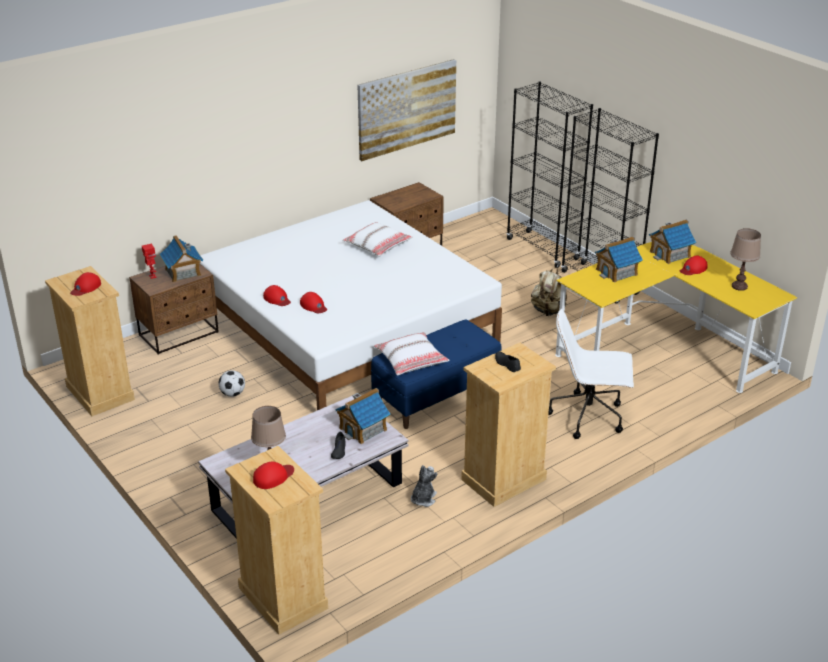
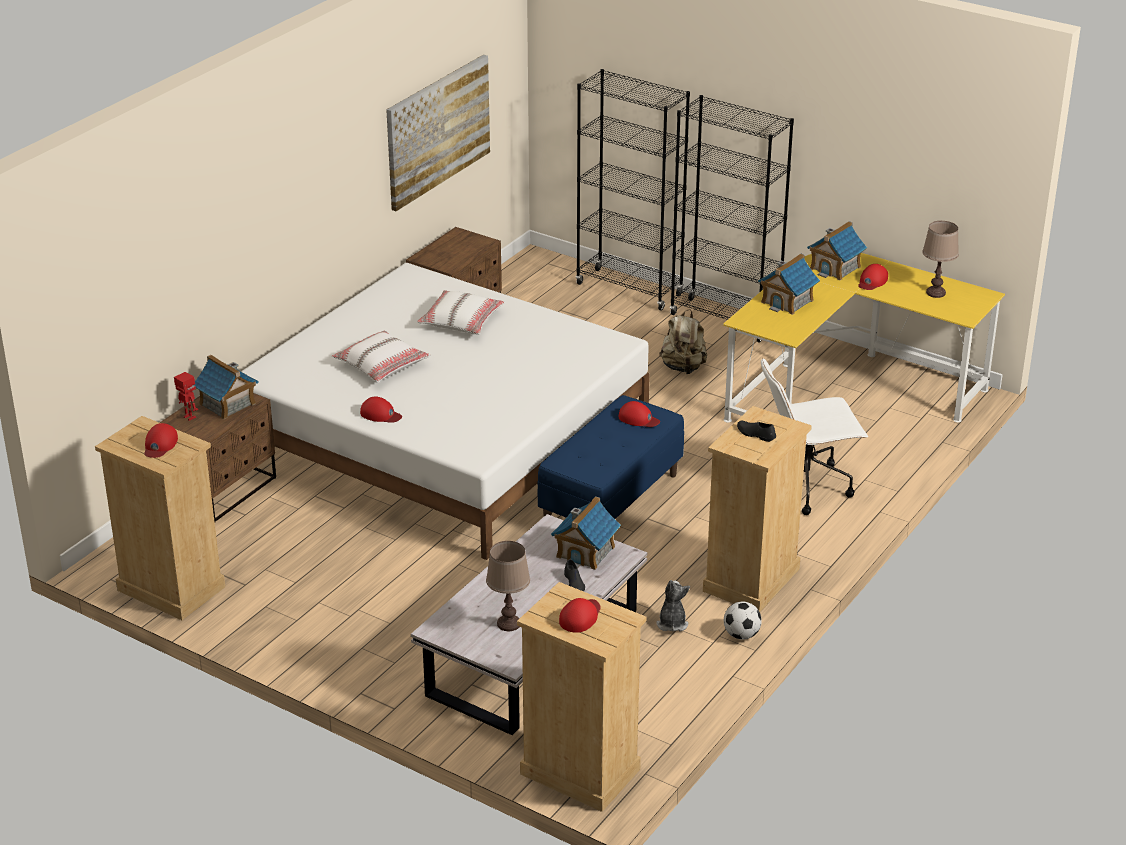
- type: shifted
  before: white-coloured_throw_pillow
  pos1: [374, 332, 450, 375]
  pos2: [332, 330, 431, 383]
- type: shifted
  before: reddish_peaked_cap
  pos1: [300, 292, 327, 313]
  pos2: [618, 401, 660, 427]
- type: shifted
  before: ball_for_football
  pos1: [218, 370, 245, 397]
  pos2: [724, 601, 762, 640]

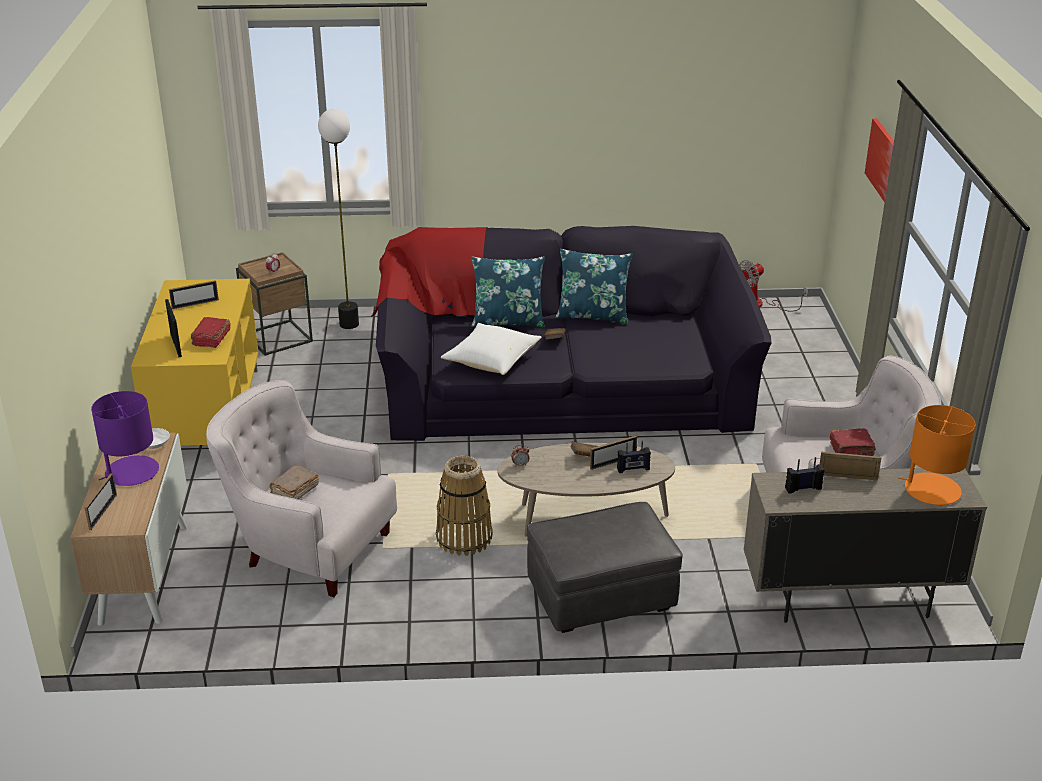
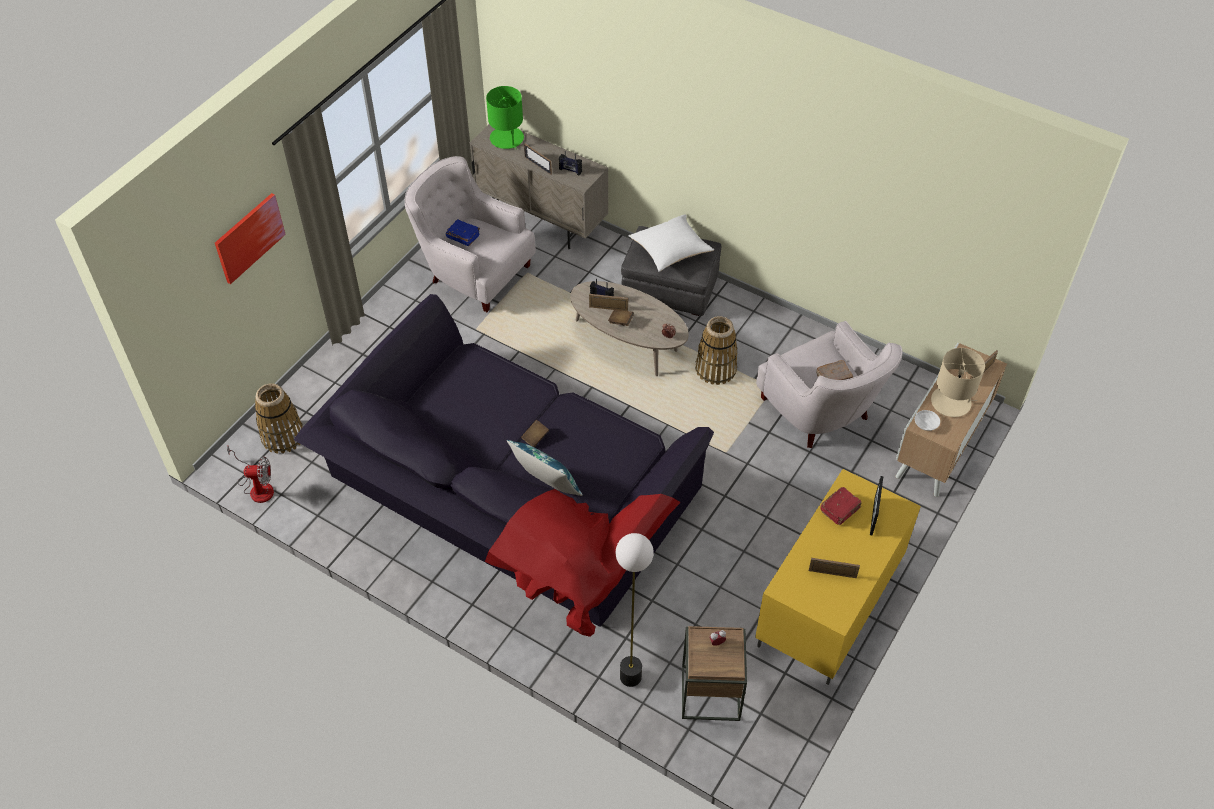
- type: new
  after: basket
  pos2: [255, 384, 303, 454]
- type: repainted
  before: reddish_book
  after: blue_book
  pos1: [830, 428, 875, 456]
  pos2: [446, 219, 480, 246]
- type: repainted
  before: orange-coloured_tabletop_lamp
  after: greenish_tabletop_lamp
  pos1: [898, 405, 975, 506]
  pos2: [486, 86, 524, 149]
- type: shifted
  before: white-coloured_throw_pillow
  pos1: [441, 323, 542, 375]
  pos2: [629, 215, 714, 272]
- type: repainted
  before: purplish_tabletop_lamp
  after: beige-coloured_tabletop_lamp
  pos1: [91, 391, 159, 486]
  pos2: [931, 348, 985, 417]
- type: gone
  before: blue_throw_pillow
  pos1: [556, 249, 633, 324]

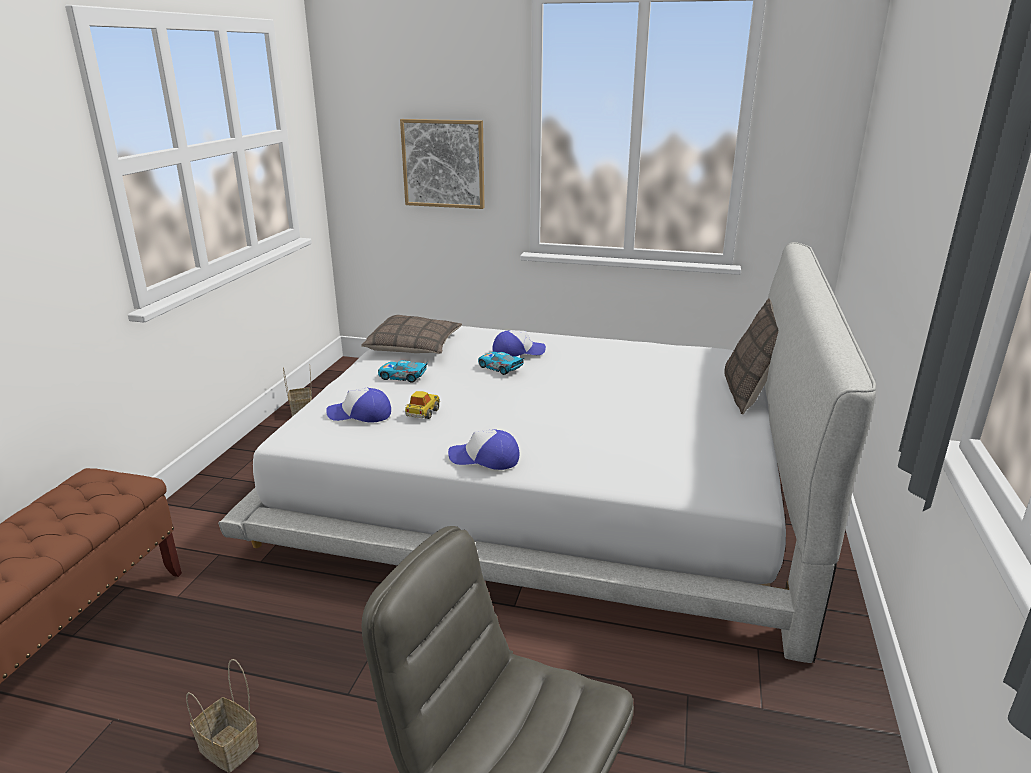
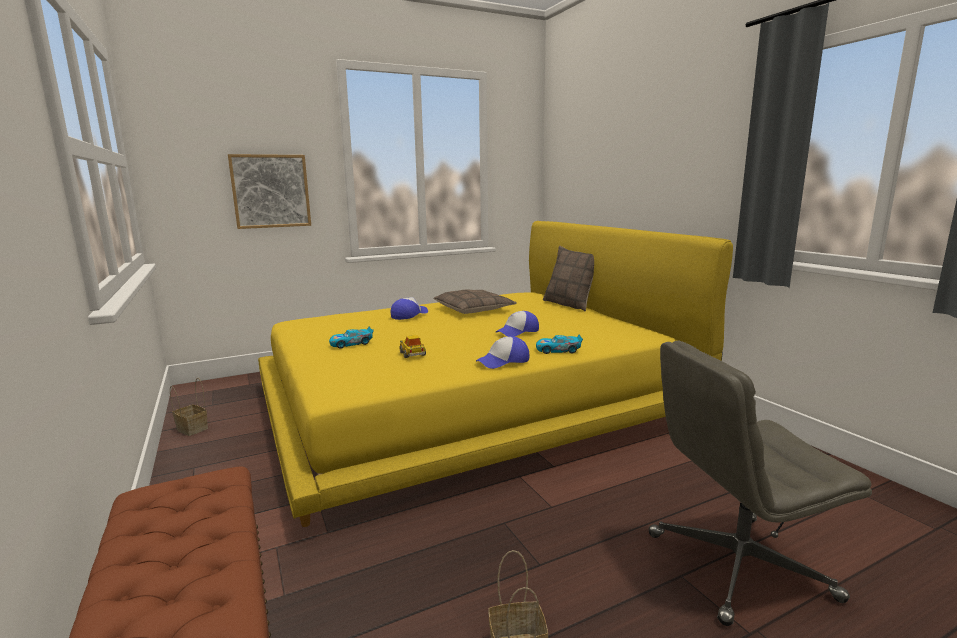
- type: repainted
  before: white-coloured_bedroom_bed
  after: yellowish_bedroom_bed
  pos1: [218, 242, 876, 663]
  pos2: [258, 221, 733, 527]
- type: shifted
  before: throw_pillow
  pos1: [361, 315, 462, 354]
  pos2: [434, 290, 517, 314]
- type: shifted
  before: peaked_cap
  pos1: [326, 388, 391, 422]
  pos2: [496, 311, 539, 337]
- type: shifted
  before: model_car
  pos1: [478, 352, 524, 375]
  pos2: [536, 334, 583, 354]

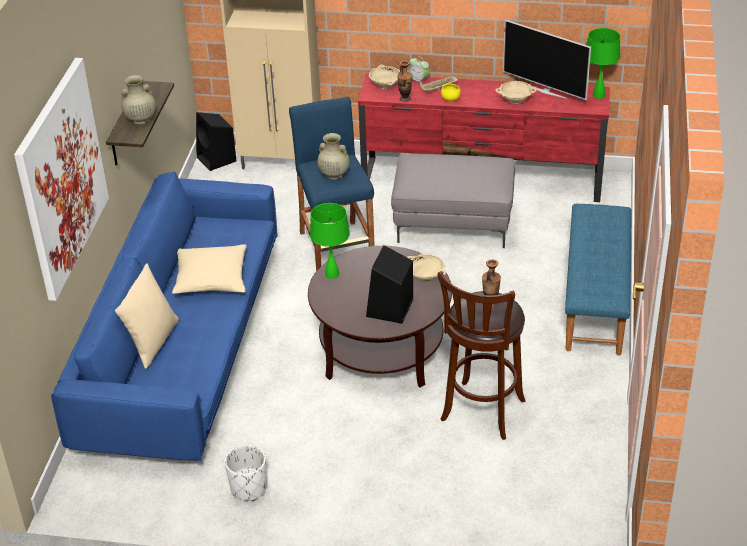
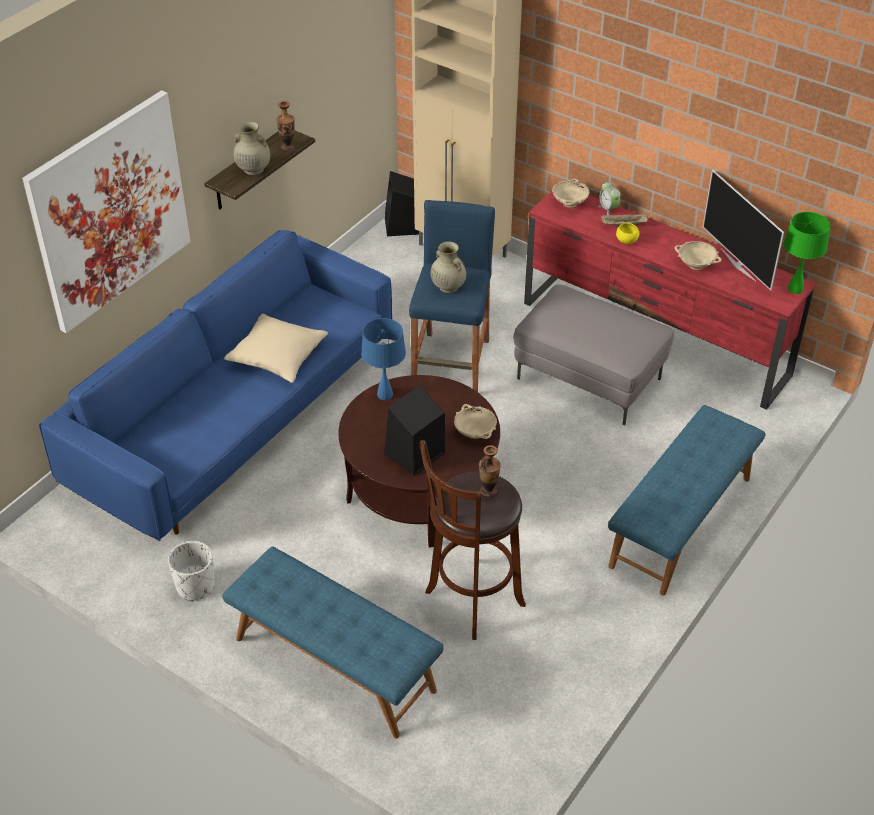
- type: new
  after: blue_long_seat
  pos2: [222, 546, 444, 738]
- type: shifted
  before: flower_vase
  pos1: [397, 61, 413, 102]
  pos2: [276, 101, 295, 150]
- type: repainted
  before: greenish_tabletop_lamp
  after: blue_tabletop_lamp
  pos1: [310, 203, 350, 279]
  pos2: [361, 318, 406, 400]
- type: gone
  before: beige-coloured_throw_pillow
  pos1: [115, 263, 179, 369]

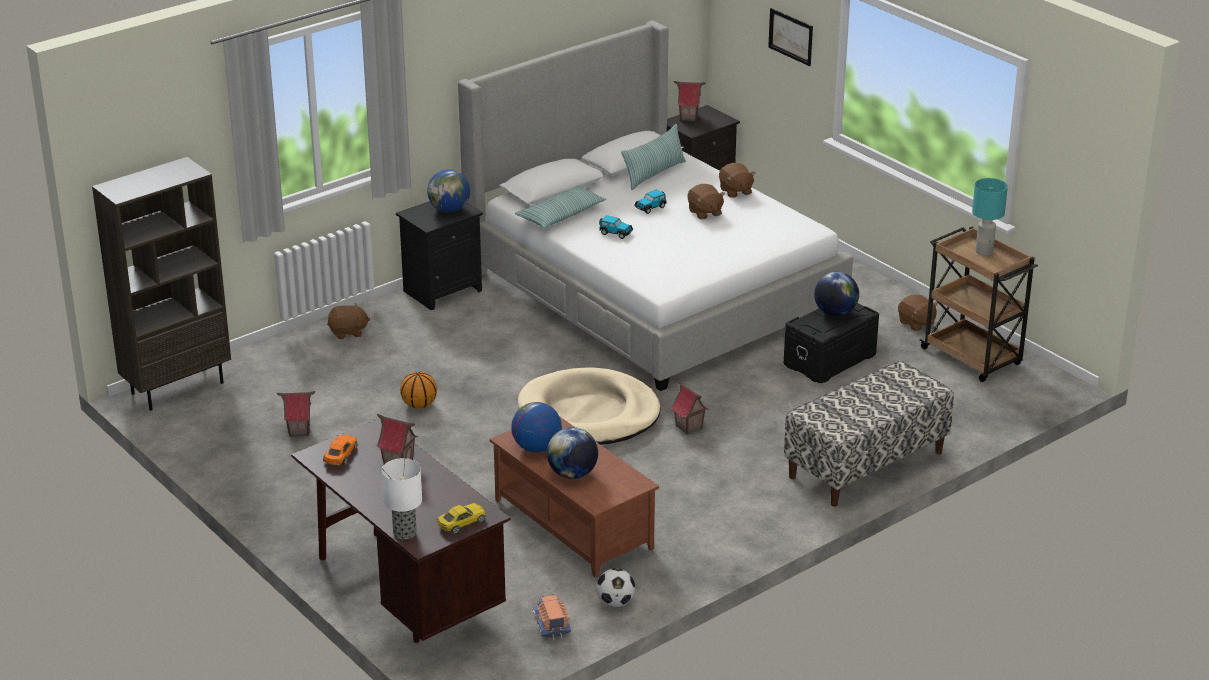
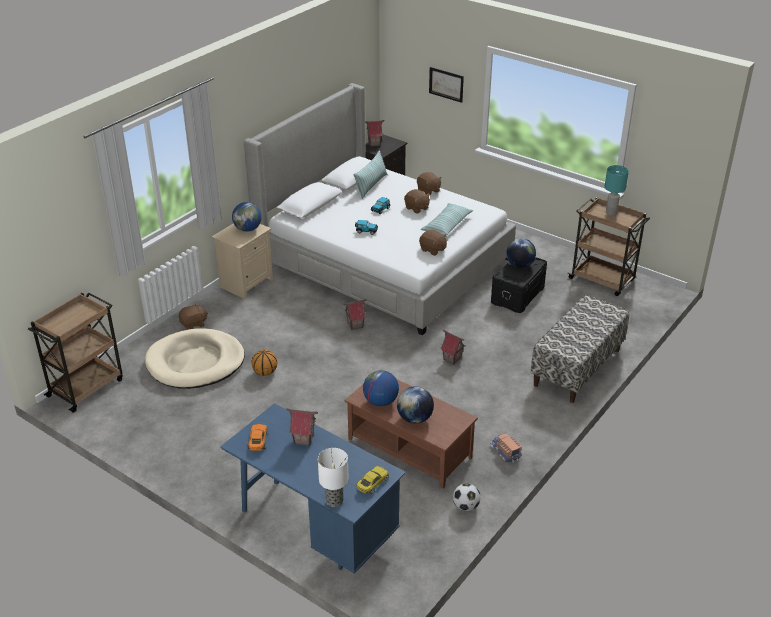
- type: swapped
  before: brown_bookshelf
  after: brown_trolley
  pos1: [92, 157, 231, 411]
  pos2: [28, 293, 123, 413]
- type: shifted
  before: beige-coloured_pet_bed
  pos1: [518, 367, 661, 445]
  pos2: [145, 328, 245, 389]
- type: repainted
  before: black_nightstand
  after: beige-coloured_nightstand
  pos1: [396, 201, 483, 310]
  pos2: [212, 223, 273, 299]
- type: repainted
  before: brown_desk_table
  after: blue_desk_table
  pos1: [291, 418, 511, 643]
  pos2: [220, 403, 406, 574]
- type: shifted
  before: toy_house
  pos1: [277, 391, 315, 437]
  pos2: [343, 299, 367, 330]
- type: shifted
  before: brown_soft_toy
  pos1: [898, 295, 938, 331]
  pos2: [419, 230, 447, 256]
- type: shifted
  before: throw_pillow
  pos1: [515, 185, 607, 228]
  pos2: [421, 203, 473, 237]
- type: shifted
  before: toy_truck
  pos1: [532, 594, 571, 640]
  pos2: [489, 433, 522, 463]

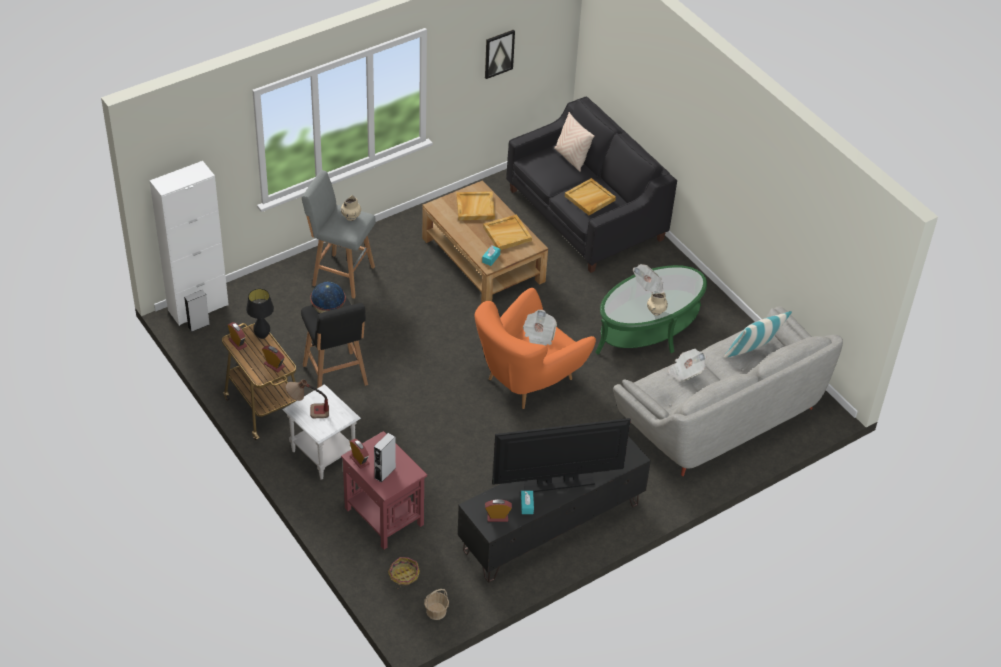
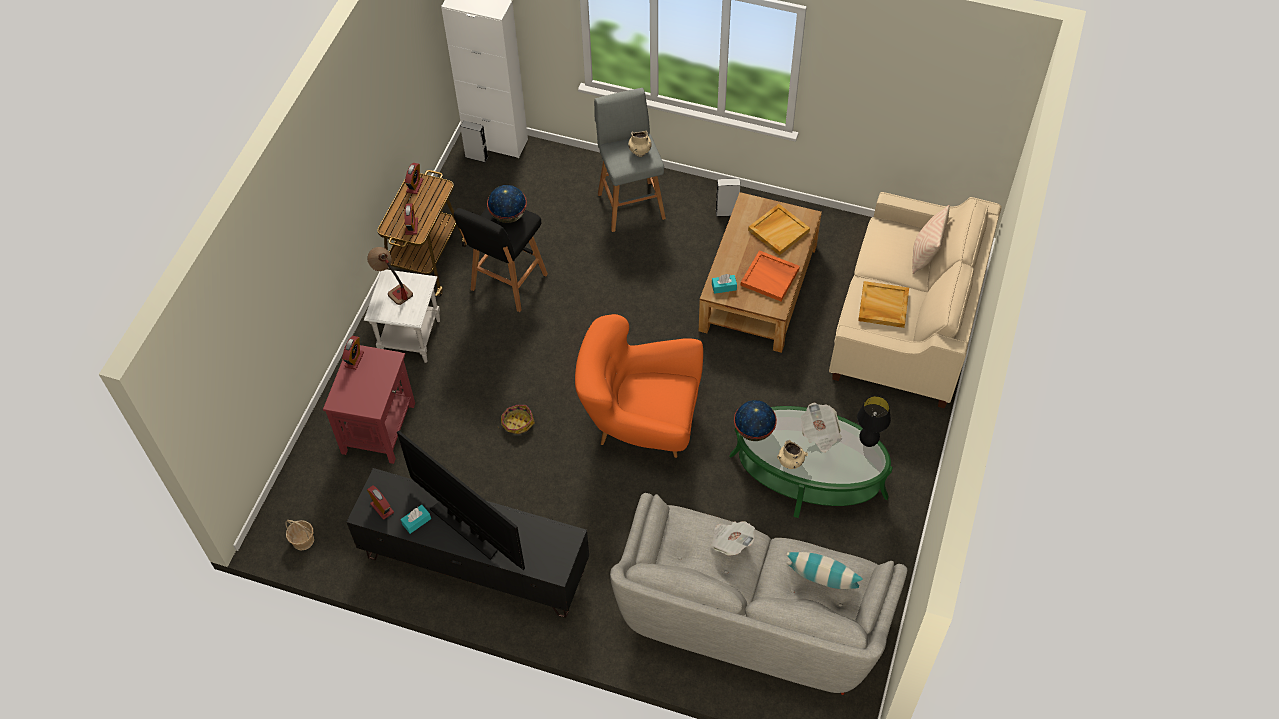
- type: shifted
  before: basket
  pos1: [388, 557, 420, 589]
  pos2: [498, 405, 535, 434]
- type: shifted
  before: grey_speaker
  pos1: [374, 433, 396, 483]
  pos2: [716, 178, 740, 217]
- type: new
  after: globe
  pos2: [734, 400, 777, 441]
- type: repainted
  before: beige-coloured_carrying_tray
  after: orange-coloured_carrying_tray
  pos1: [483, 214, 532, 250]
  pos2: [740, 250, 800, 301]
- type: repainted
  before: black_settee
  after: beige-coloured_settee
  pos1: [506, 97, 677, 273]
  pos2: [829, 192, 1002, 408]
- type: shifted
  before: black_tabletop_lamp
  pos1: [246, 289, 274, 339]
  pos2: [857, 396, 891, 447]
- type: gone
  before: wall_art
  pos1: [485, 30, 515, 79]
- type: gone
  before: daily_paper
  pos1: [523, 310, 557, 346]

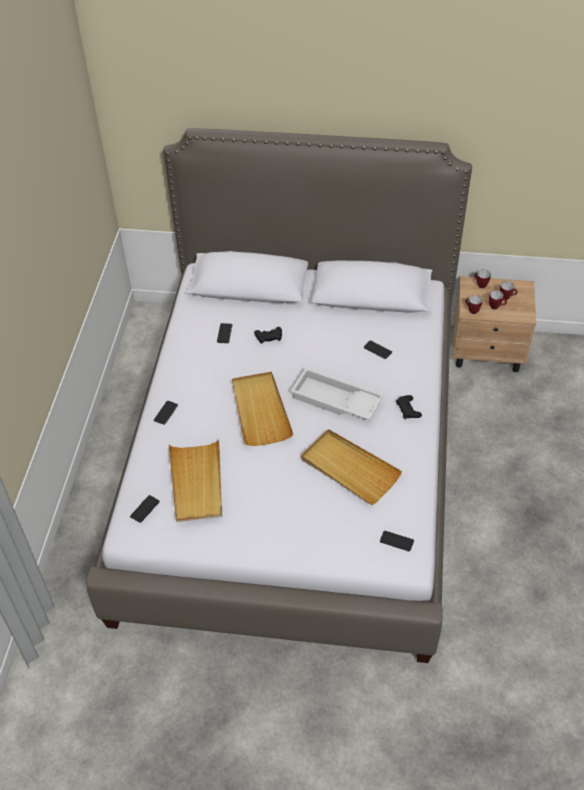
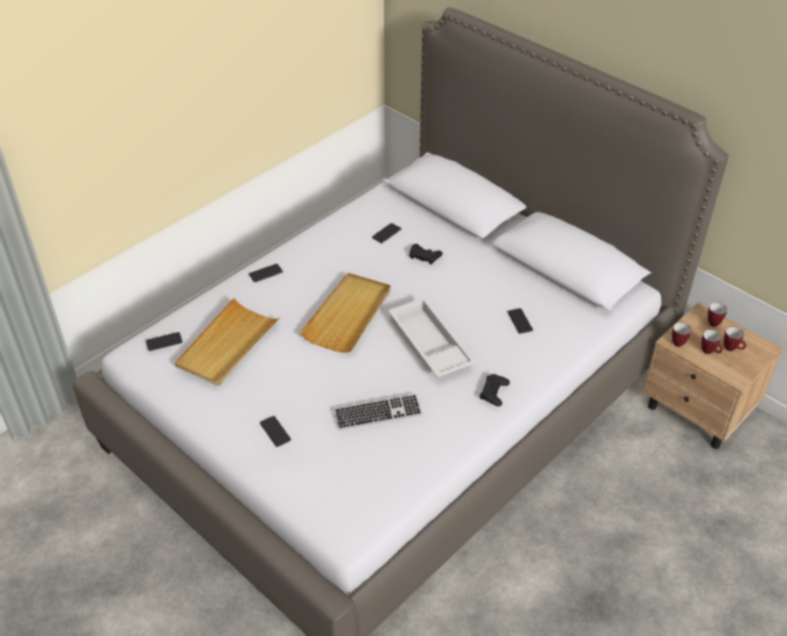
- type: shifted
  before: phone
  pos1: [380, 531, 414, 551]
  pos2: [260, 416, 291, 447]
- type: swapped
  before: beige-coloured_carrying_tray
  after: computer_keyboard
  pos1: [301, 429, 402, 505]
  pos2: [334, 394, 422, 431]

